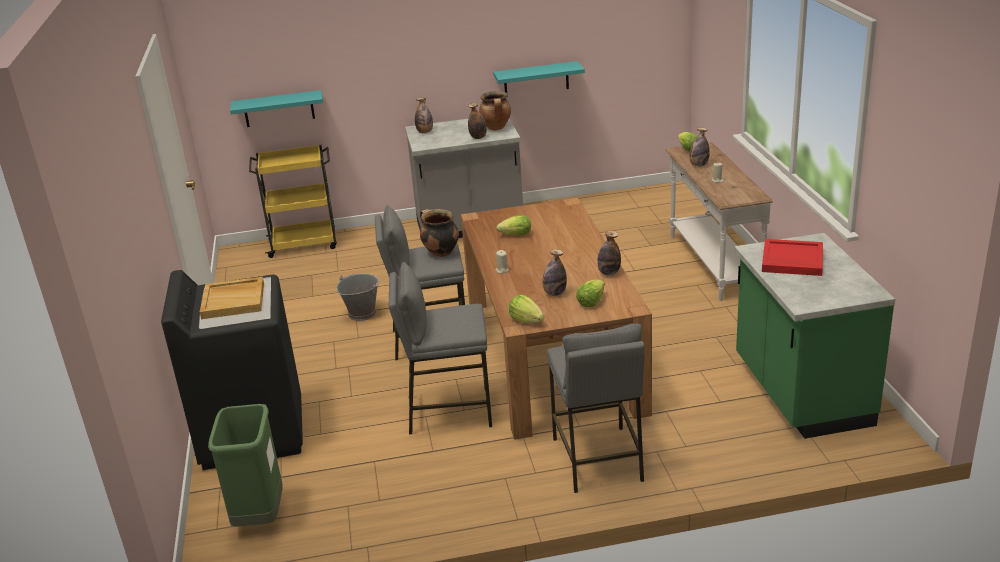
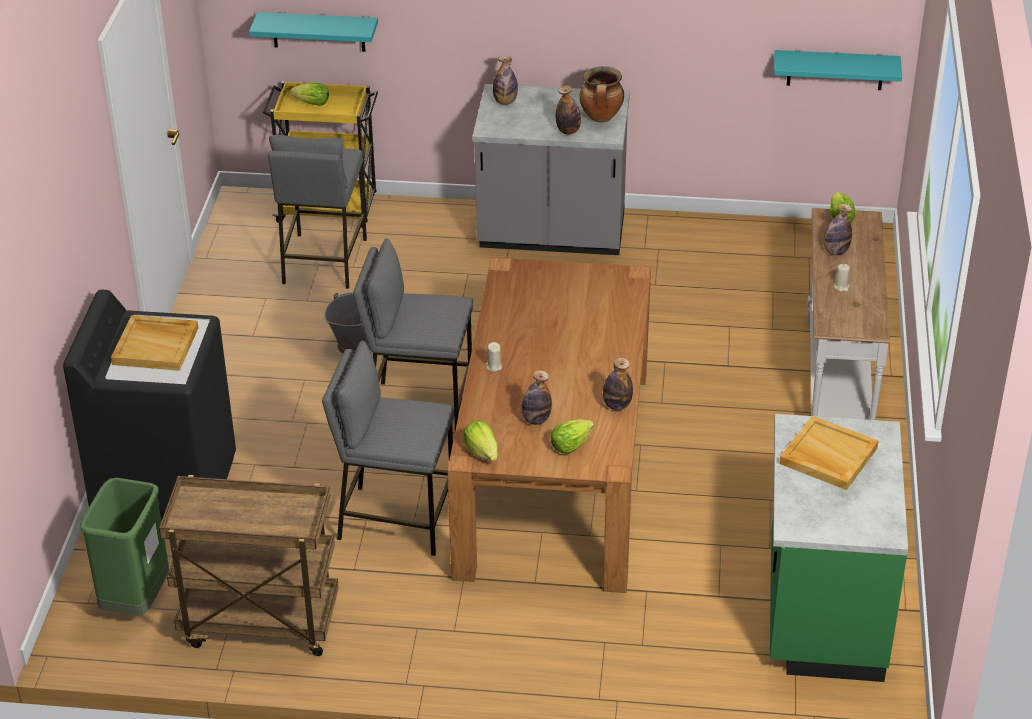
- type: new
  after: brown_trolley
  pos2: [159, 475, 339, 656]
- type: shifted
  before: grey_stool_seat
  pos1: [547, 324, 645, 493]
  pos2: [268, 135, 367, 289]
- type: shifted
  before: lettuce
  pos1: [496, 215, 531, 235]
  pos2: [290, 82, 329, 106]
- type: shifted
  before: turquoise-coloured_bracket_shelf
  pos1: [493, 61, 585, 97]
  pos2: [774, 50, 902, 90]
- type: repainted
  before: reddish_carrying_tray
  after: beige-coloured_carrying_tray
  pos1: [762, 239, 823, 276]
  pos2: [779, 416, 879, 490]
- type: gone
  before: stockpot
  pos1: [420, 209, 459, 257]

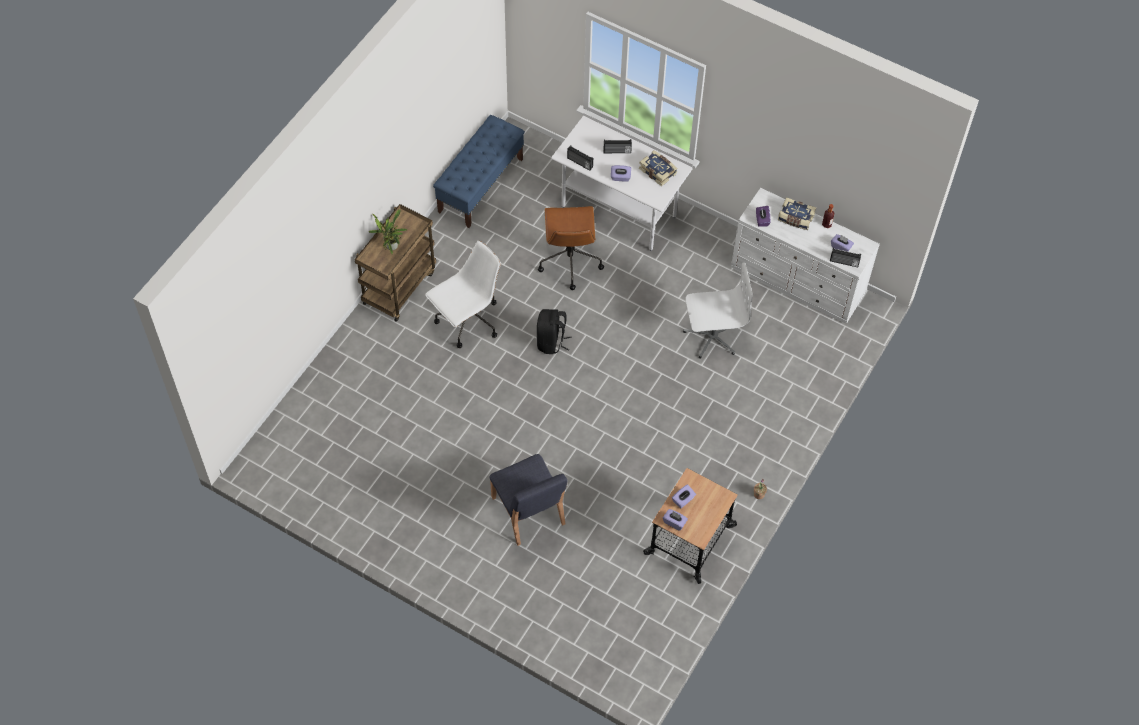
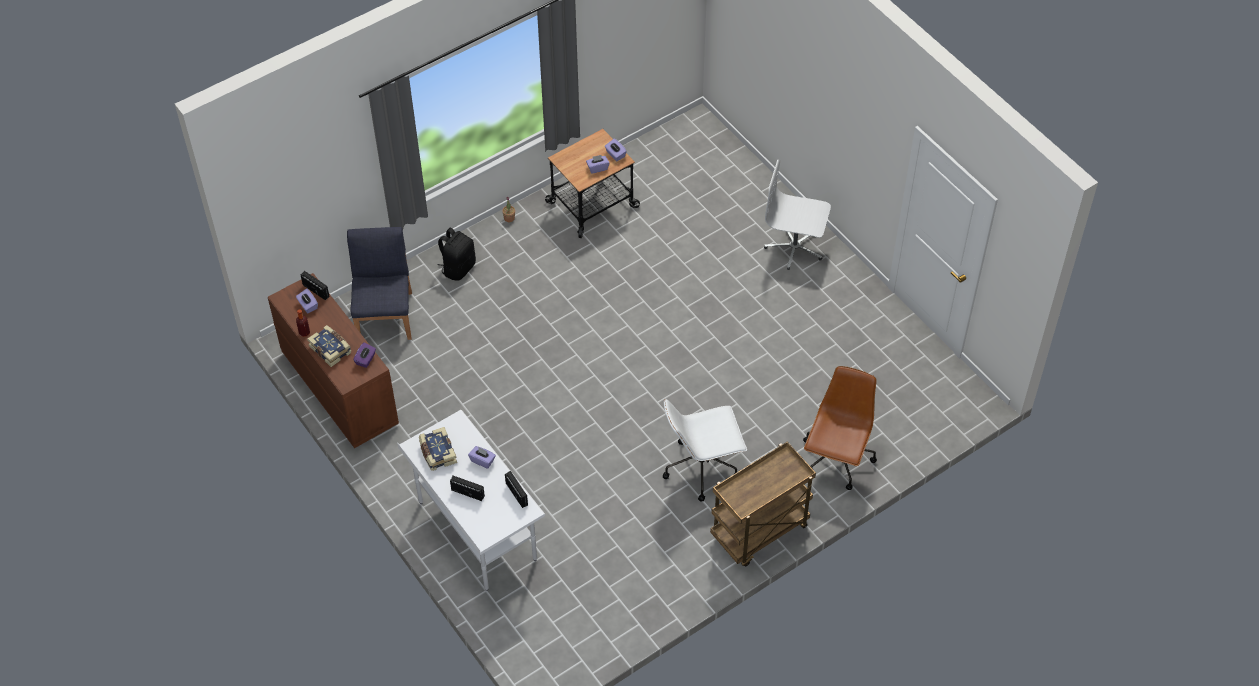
- type: repainted
  before: white-coloured_dresser
  after: brown_dresser
  pos1: [731, 188, 880, 324]
  pos2: [268, 273, 399, 448]
- type: shifted
  before: blue_plain_chair
  pos1: [489, 454, 568, 546]
  pos2: [347, 227, 412, 340]
- type: shifted
  before: black_knapsack
  pos1: [537, 309, 571, 354]
  pos2: [437, 228, 476, 281]
- type: shifted
  before: white-coloured_computer_chair
  pos1: [683, 263, 753, 359]
  pos2: [764, 160, 831, 270]
- type: shifted
  before: brown_computer_chair
  pos1: [538, 206, 604, 290]
  pos2: [803, 366, 877, 490]
- type: gone
  before: houseplant
  pos1: [368, 209, 407, 254]
- type: gone
  before: blue_long_seat
  pos1: [433, 115, 525, 228]

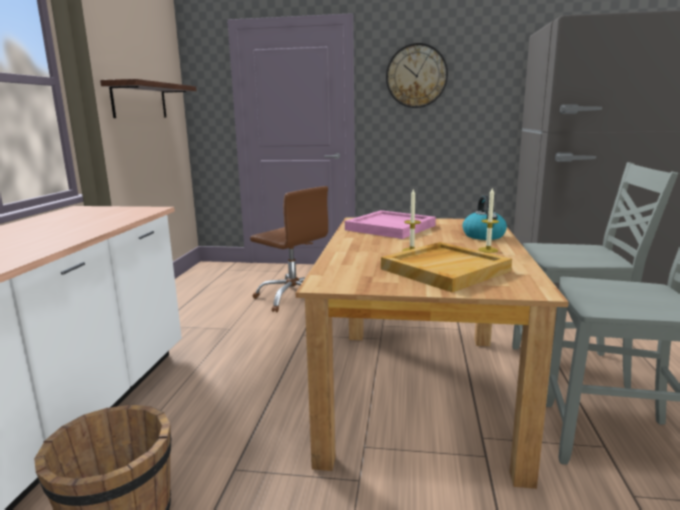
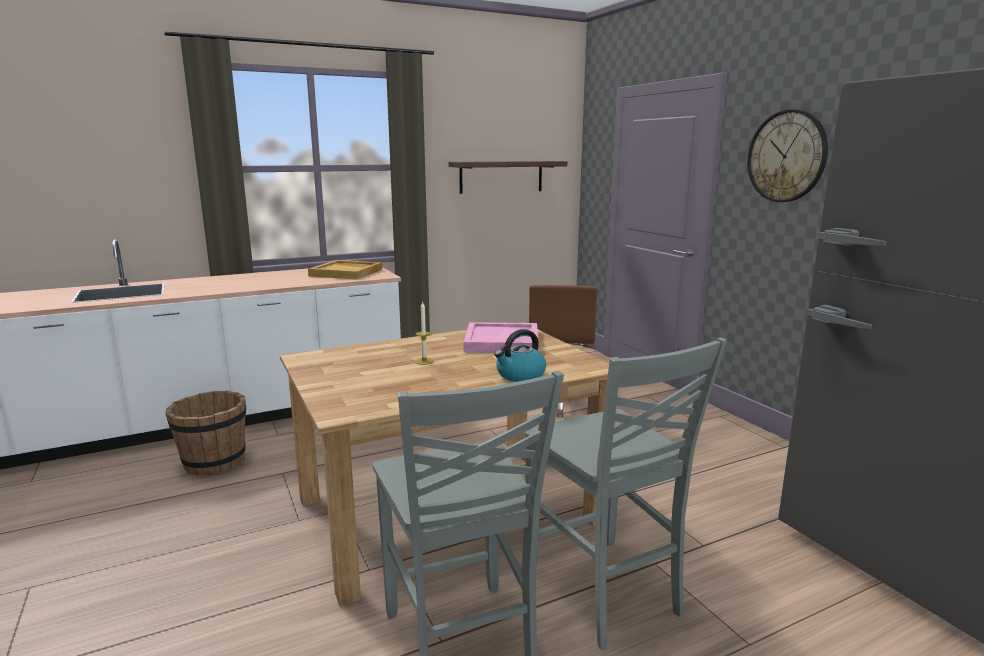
- type: shifted
  before: beige-coloured_carrying_tray
  pos1: [381, 242, 512, 292]
  pos2: [308, 260, 382, 279]
- type: gone
  before: candle
  pos1: [478, 187, 499, 253]

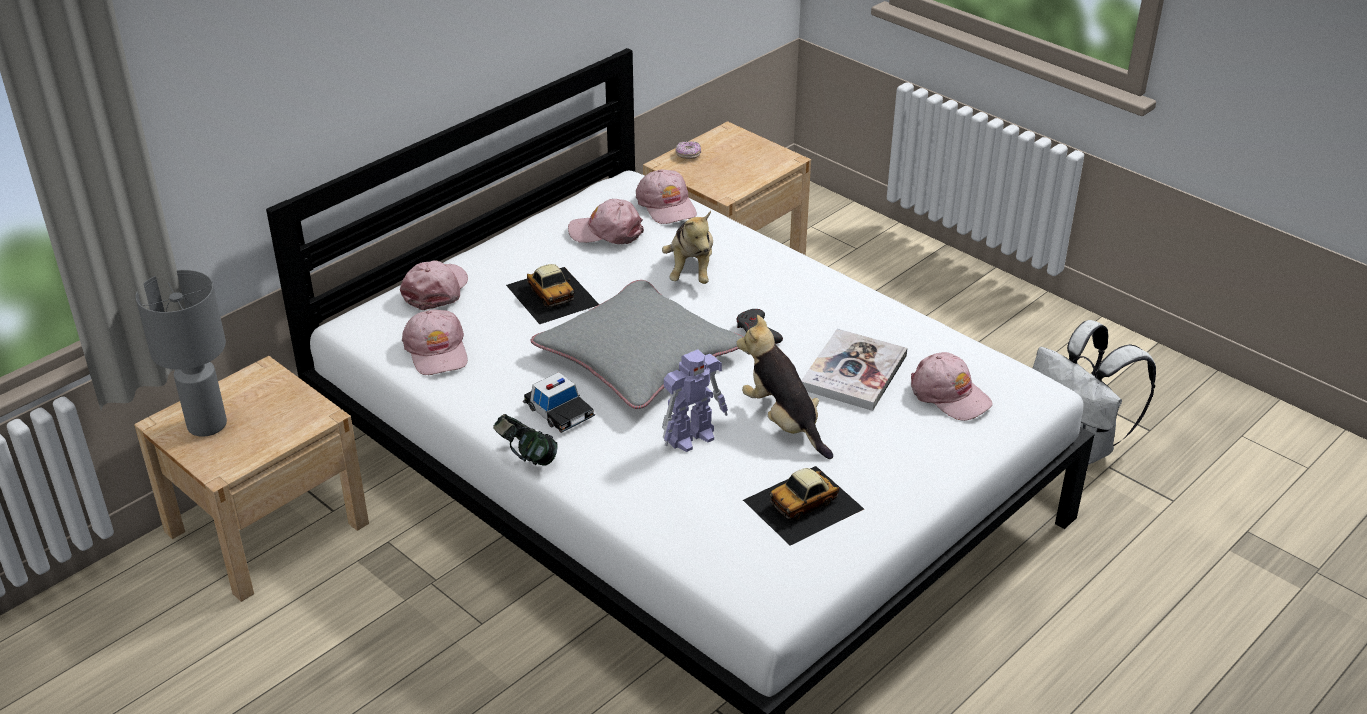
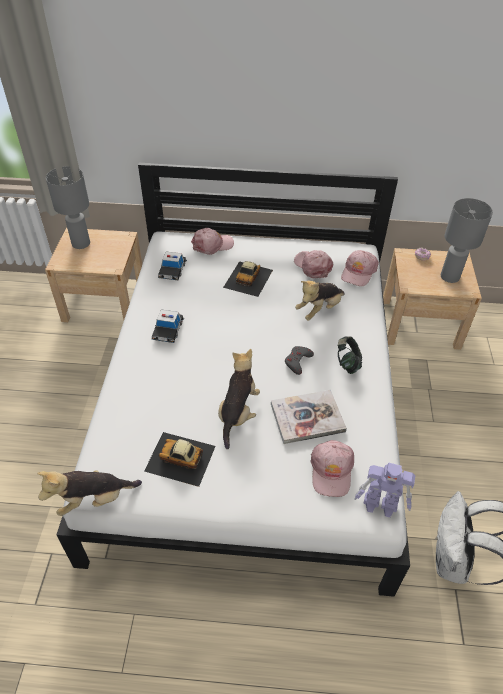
- type: new
  after: soft_toy
  pos2: [37, 470, 142, 516]
- type: swapped
  before: pink-coloured_peaked_cap
  after: model_car
  pos1: [402, 310, 468, 375]
  pos2: [158, 252, 187, 281]
- type: shifted
  before: headset
  pos1: [493, 414, 558, 466]
  pos2: [338, 336, 362, 374]
- type: shifted
  before: robot_figure
  pos1: [662, 349, 728, 452]
  pos2: [354, 463, 415, 518]
- type: new
  after: grey_tabletop_lamp
  pos2: [441, 198, 493, 283]
- type: gone
  before: grey_throw_pillow
  pos1: [531, 280, 743, 409]

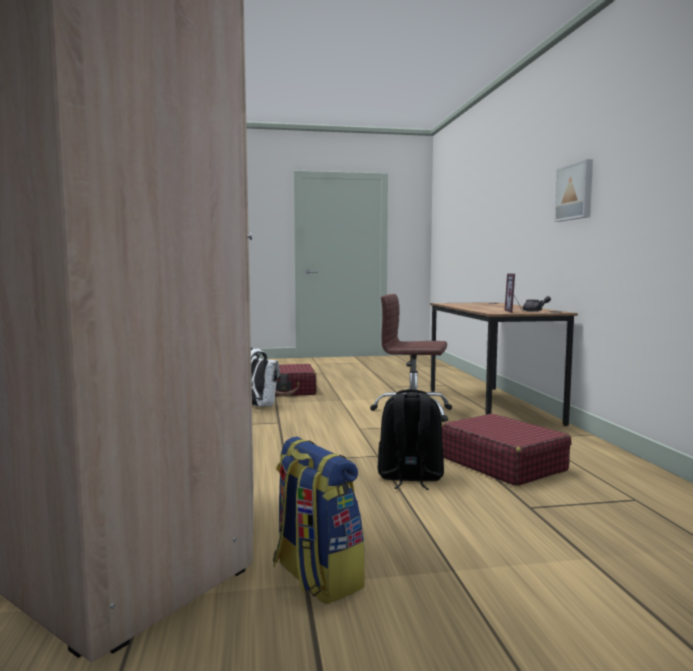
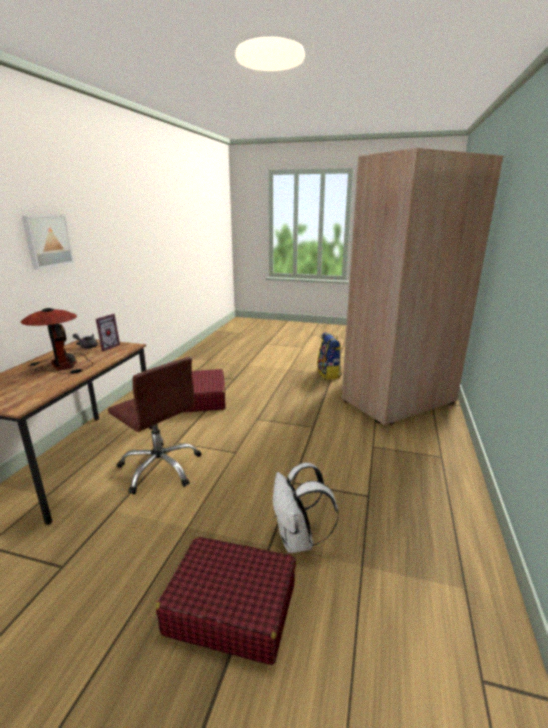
- type: new
  after: tabletop_lamp
  pos2: [21, 308, 92, 374]
- type: gone
  before: black_knapsack
  pos1: [377, 390, 444, 490]

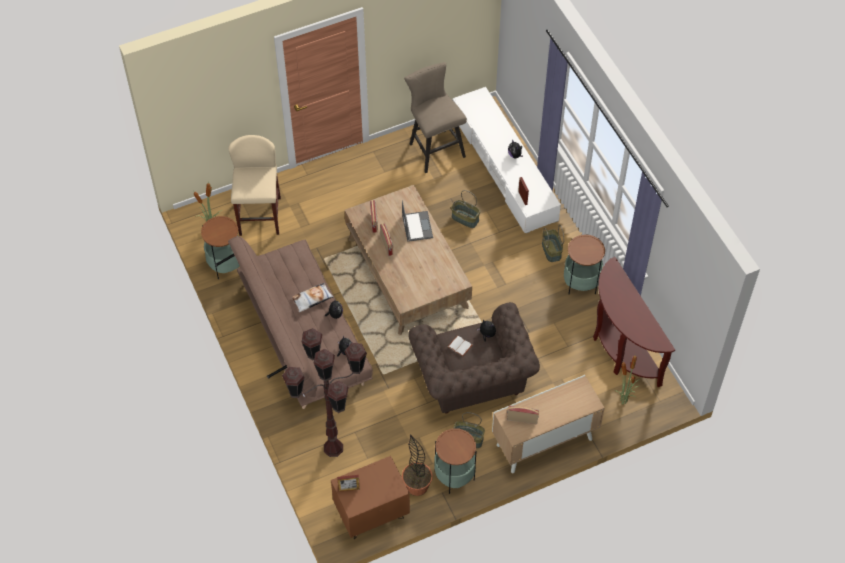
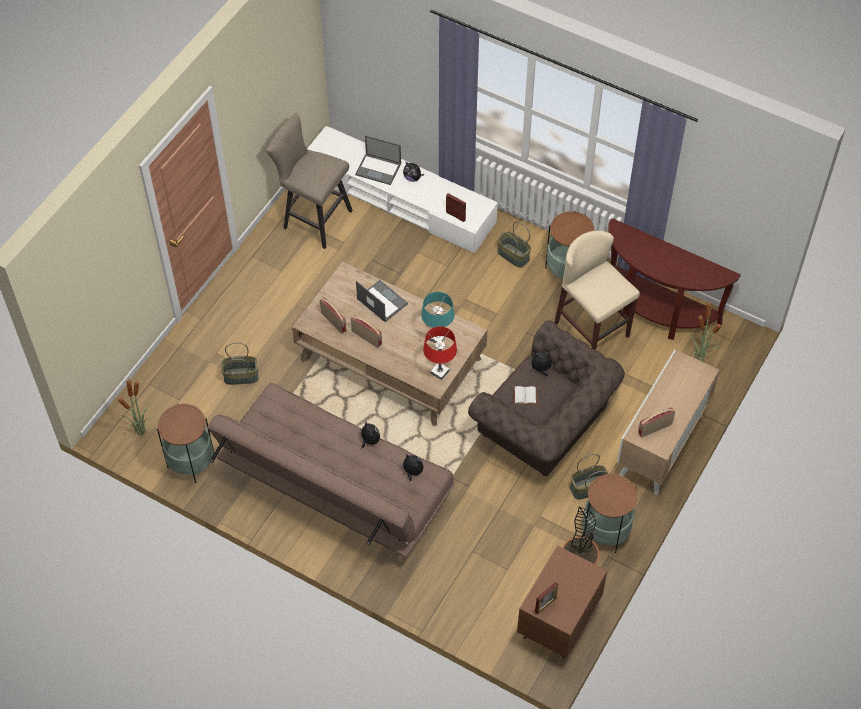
- type: shifted
  before: basket
  pos1: [451, 190, 480, 228]
  pos2: [221, 342, 258, 385]
- type: new
  after: portable_computer
  pos2: [355, 135, 401, 185]
- type: new
  after: turquoise-coloured_tabletop_lamp
  pos2: [421, 292, 454, 343]
- type: new
  after: reddish_tabletop_lamp
  pos2: [423, 326, 457, 380]
- type: shifted
  before: beige-coloured_stool_seat
  pos1: [228, 135, 281, 236]
  pos2: [554, 231, 640, 350]
- type: gone
  before: brown_standard_lamp
  pos1: [282, 328, 367, 457]
- type: gone
  before: throw_pillow
  pos1: [291, 283, 334, 312]

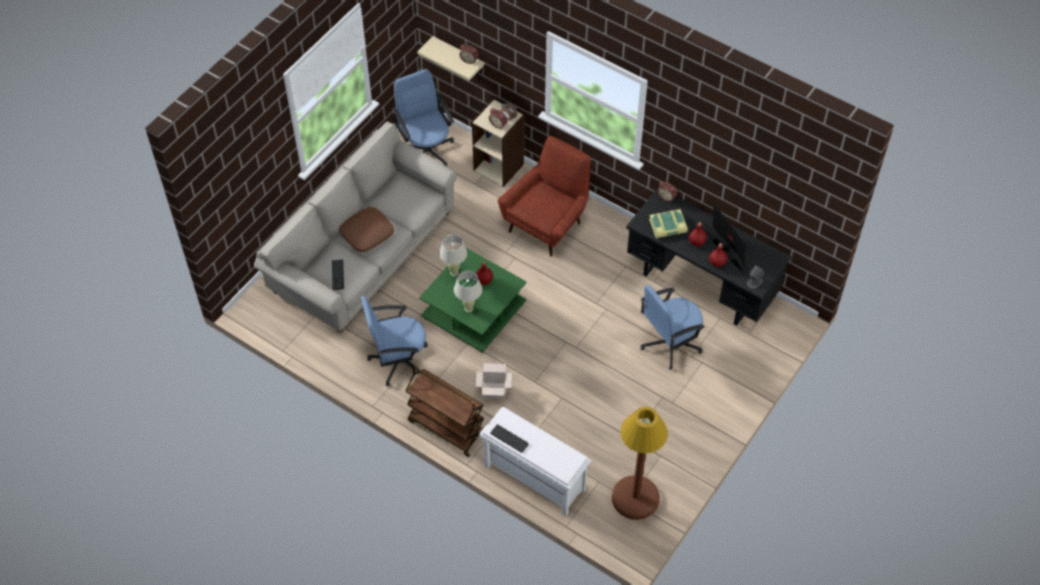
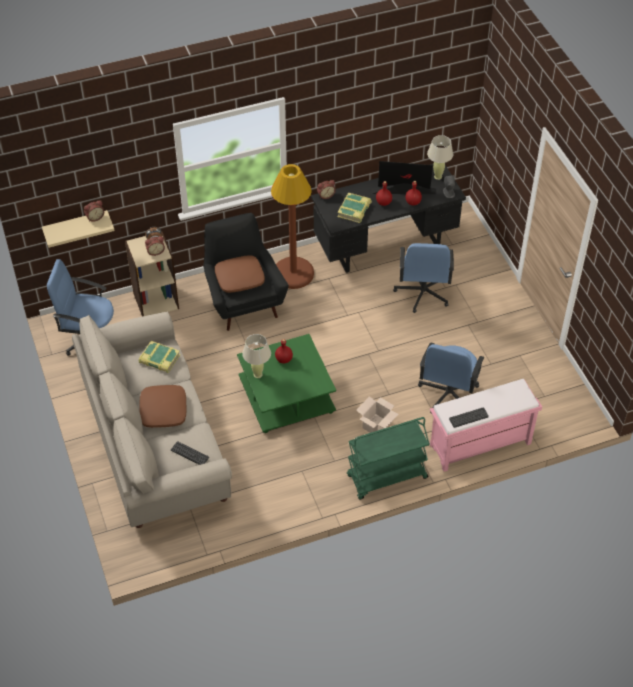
- type: new
  after: book
  pos2: [139, 341, 180, 373]
- type: repainted
  before: reddish_easy_chair
  after: black_easy_chair
  pos1: [498, 136, 591, 257]
  pos2: [203, 213, 289, 331]
- type: new
  after: brown_throw_pillow
  pos2: [215, 255, 265, 293]
- type: shifted
  before: brown_standard_lamp
  pos1: [612, 407, 668, 520]
  pos2: [271, 164, 314, 289]
- type: repainted
  before: brown_trolley
  after: greenish_trolley
  pos1: [406, 367, 484, 457]
  pos2: [347, 417, 430, 499]
- type: shifted
  before: blue_computer_chair
  pos1: [361, 296, 428, 387]
  pos2: [418, 343, 485, 414]
- type: shifted
  before: beige-coloured_tabletop_lamp
  pos1: [454, 271, 482, 312]
  pos2: [427, 135, 453, 180]
- type: repainted
  before: white-coloured_long_seat
  after: pink-coloured_long_seat
  pos1: [479, 407, 591, 517]
  pos2: [430, 379, 542, 472]

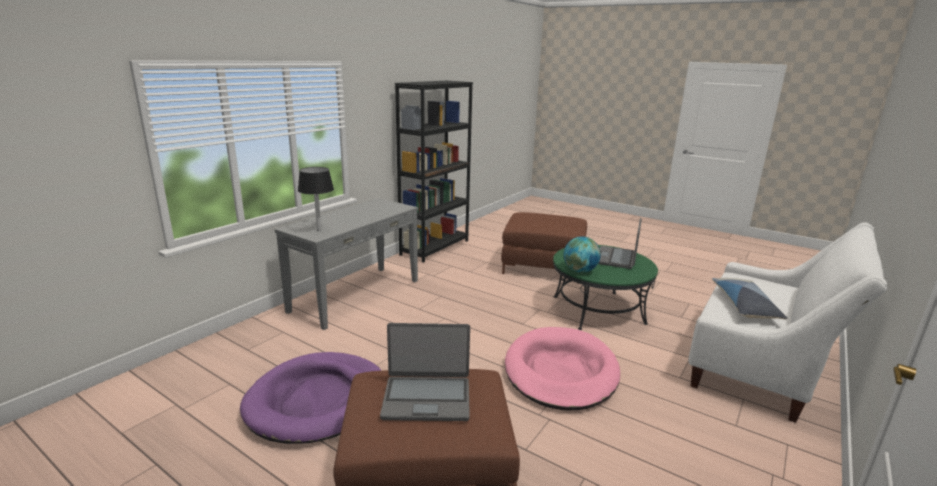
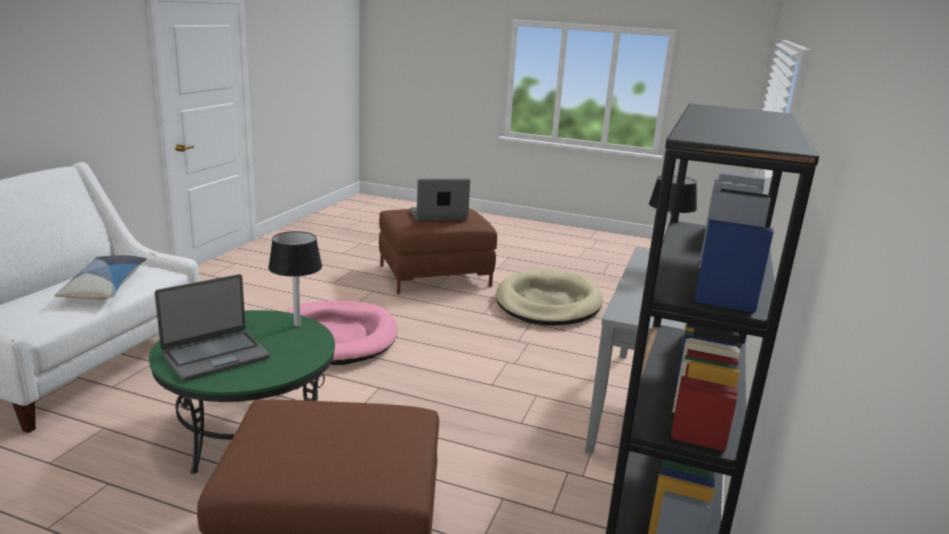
- type: rotated
  before: portable_computer
  pos1: [598, 218, 642, 269]
  pos2: [155, 274, 270, 381]
  turn: 45
- type: swapped
  before: globe
  after: black_tabletop_lamp
  pos1: [564, 236, 601, 273]
  pos2: [268, 231, 322, 327]
- type: repainted
  before: purplish_pet_bed
  after: beige-coloured_pet_bed
  pos1: [240, 352, 381, 444]
  pos2: [496, 269, 603, 326]

